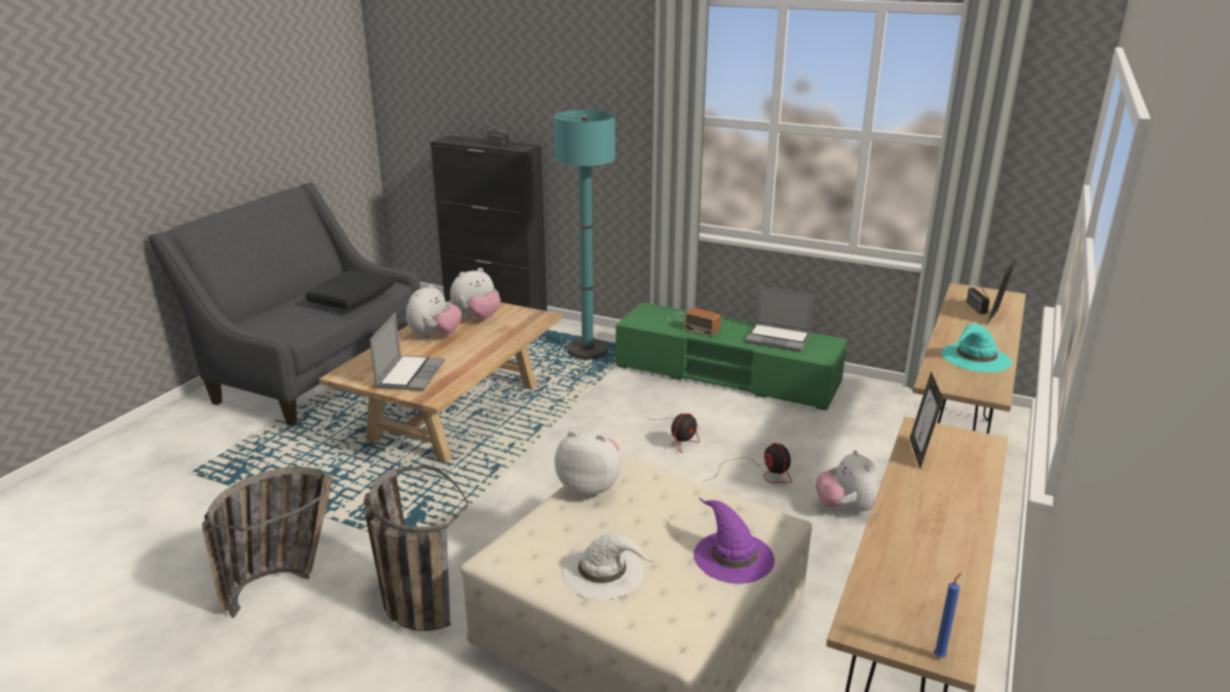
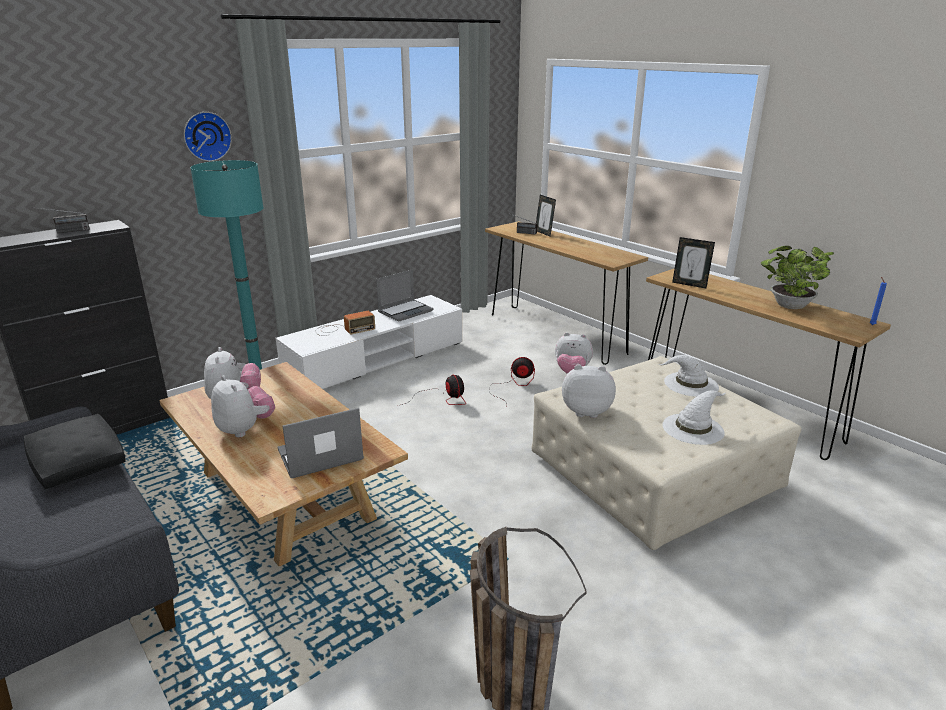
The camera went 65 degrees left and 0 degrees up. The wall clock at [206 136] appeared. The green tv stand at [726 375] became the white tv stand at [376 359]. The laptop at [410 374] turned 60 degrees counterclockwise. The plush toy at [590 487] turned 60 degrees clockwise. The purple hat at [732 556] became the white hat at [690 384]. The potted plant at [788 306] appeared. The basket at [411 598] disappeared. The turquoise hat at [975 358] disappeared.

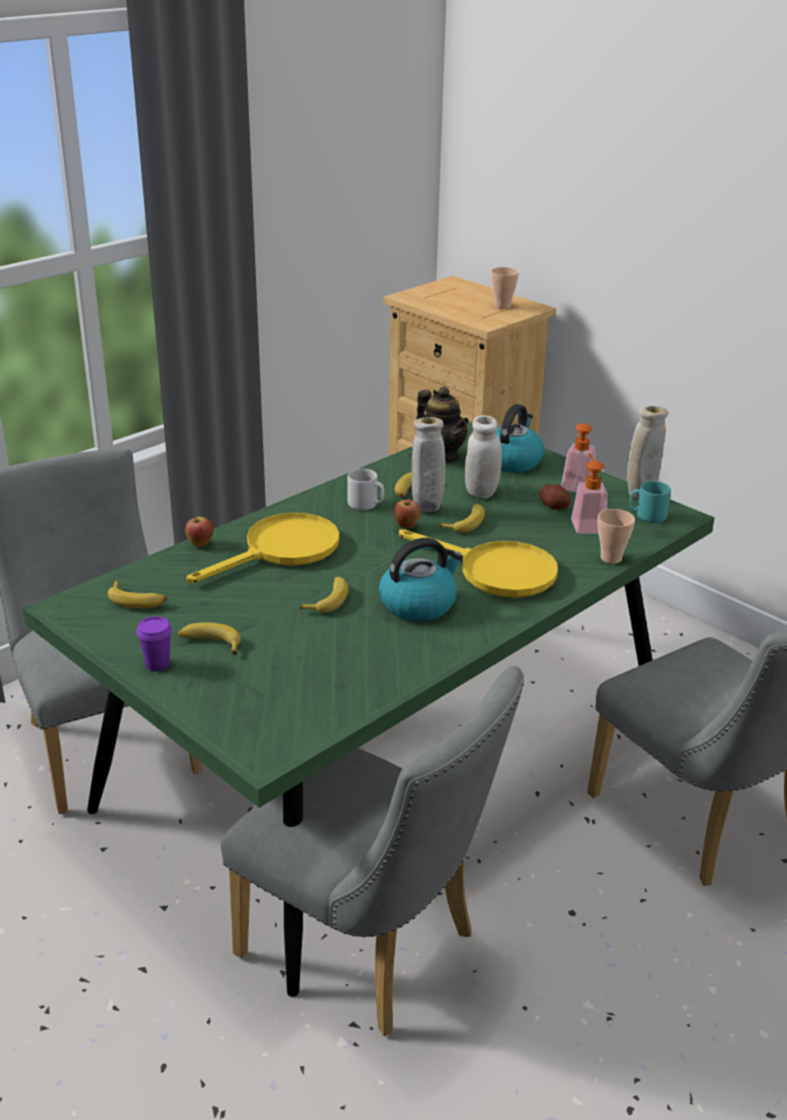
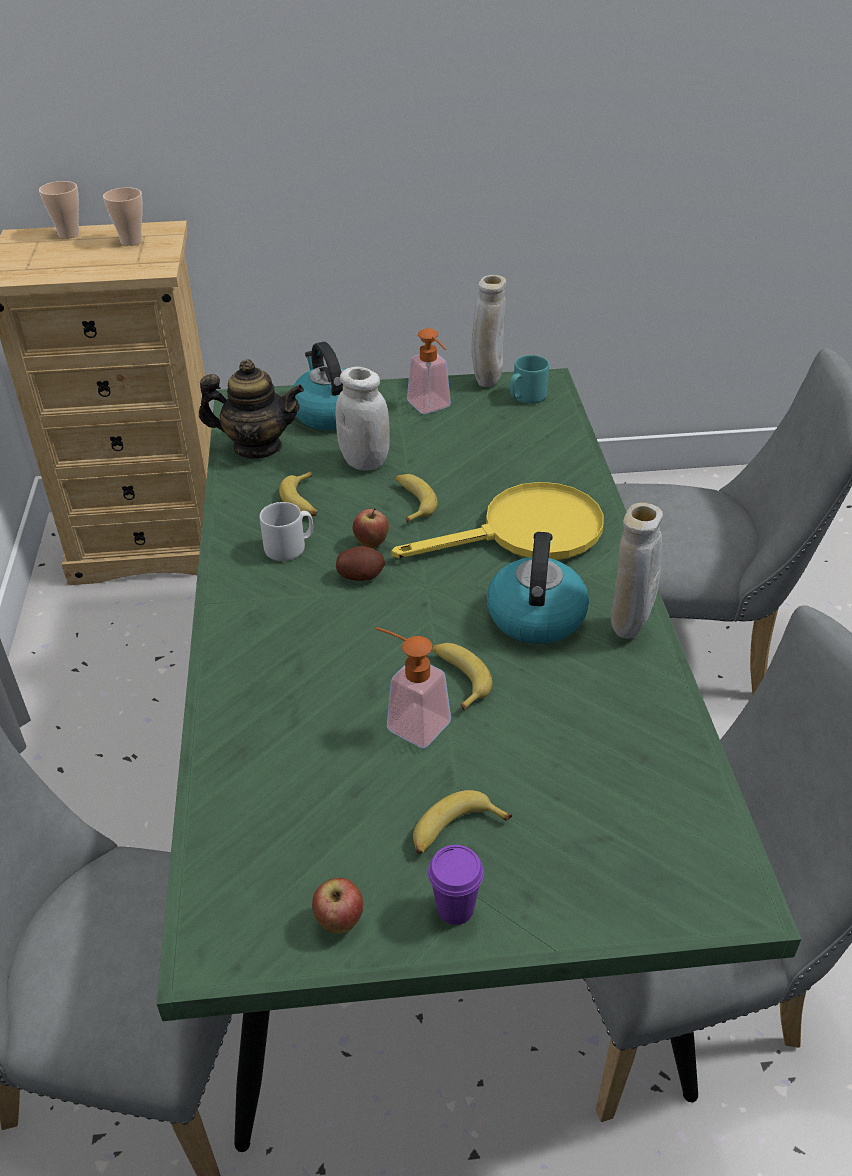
The camera went 50 degrees left and 10 degrees up. The cup moved from [611 558] to [69 234]. The apple moved from [200 544] to [339 922]. The potato moved from [554 506] to [361 575]. The soap dispenser moved from [586 524] to [409 721]. The beige vase moved from [427 510] to [629 630]. The banana at [137 600] disappeared. The yellow frying pan at [282 550] disappeared.

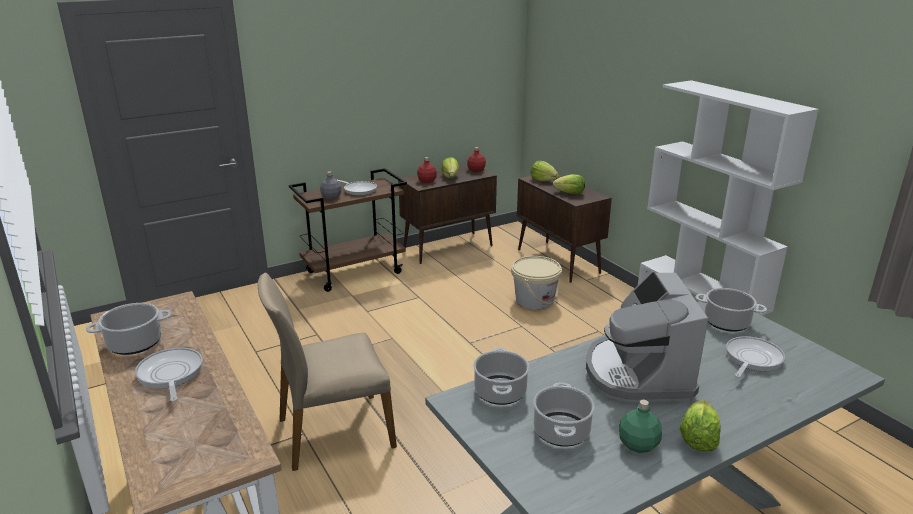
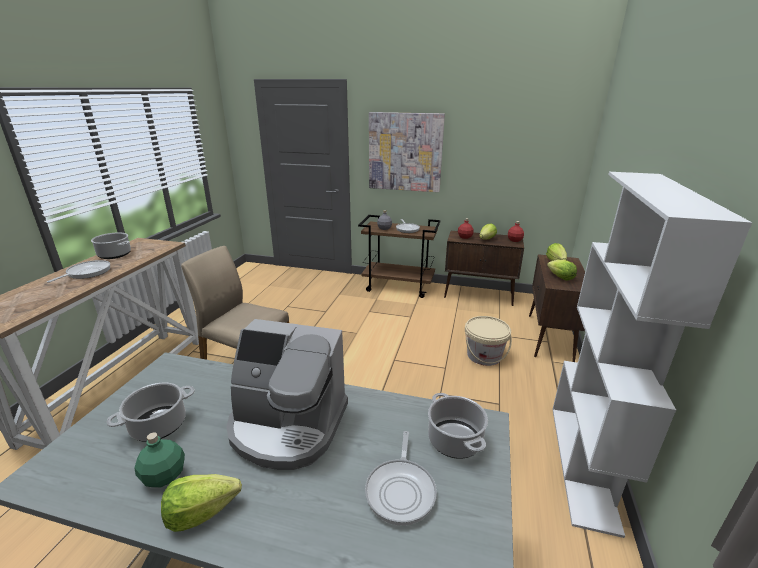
The camera went 45 degrees right and 0 degrees up. The coffee machine at [637 374] turned 120 degrees counterclockwise. The frying pan at [752 359] turned 105 degrees clockwise. The picture at [405 152] appeared. The cooking pot at [500 391] disappeared.

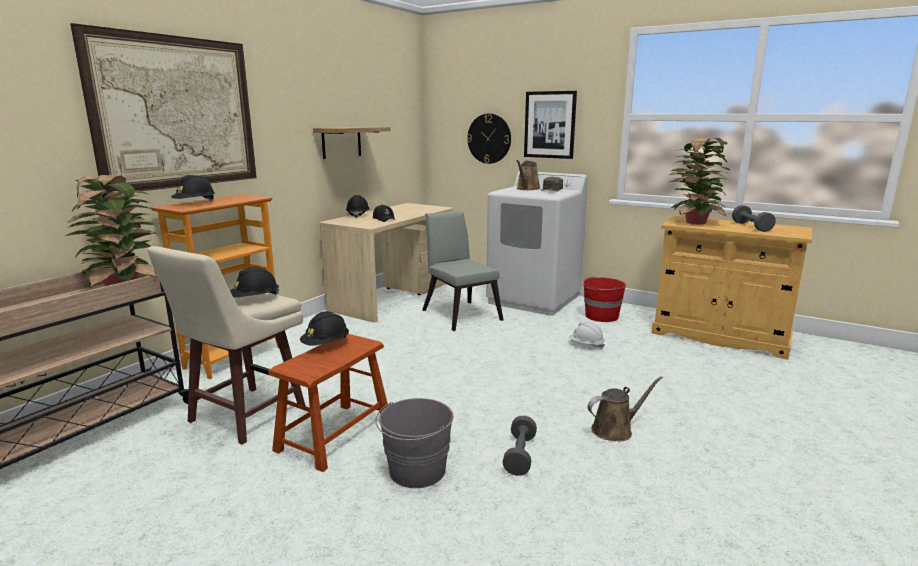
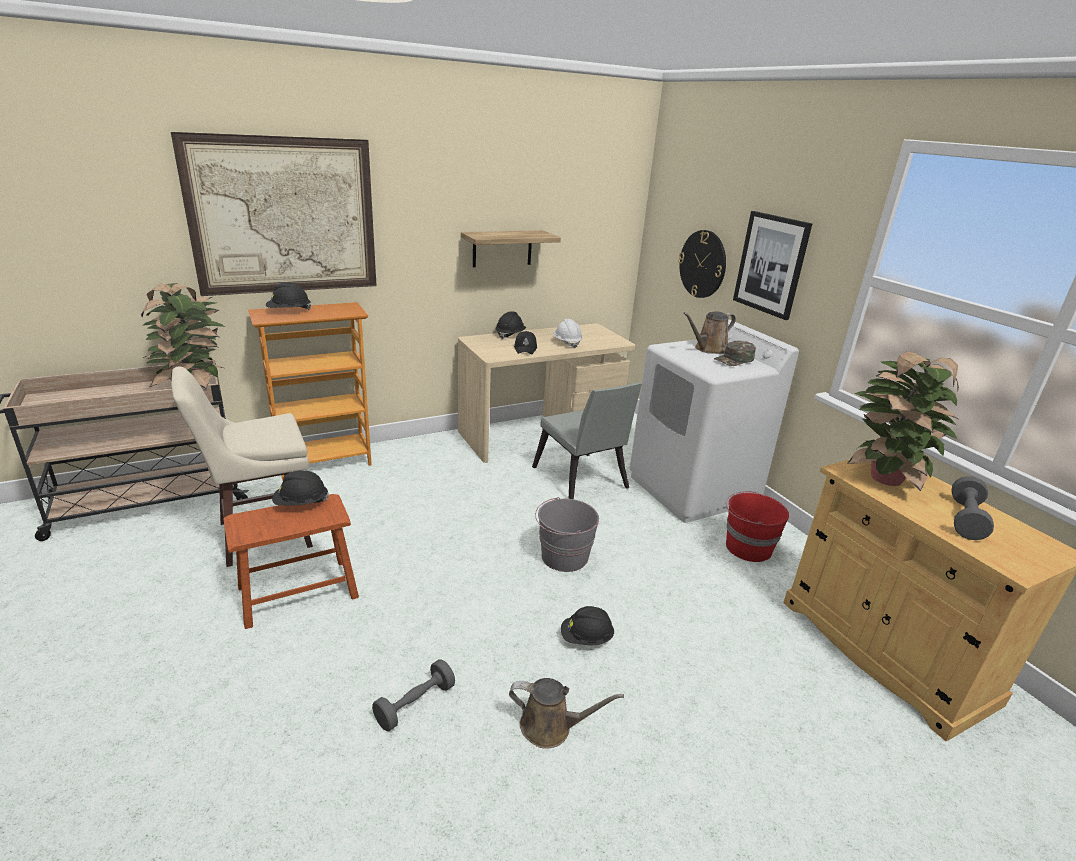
The camera went 30 degrees right and 10 degrees up. The grey chair at [460 313] turned 150 degrees clockwise. The grey bucket moved from [416 471] to [563 557]. The white hard hat moved from [586 345] to [567 343]. The black hard hat moved from [255 299] to [586 638].

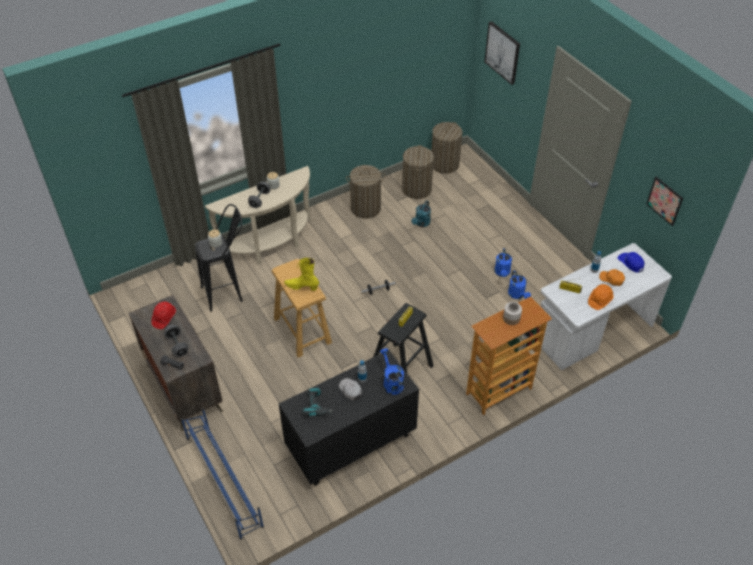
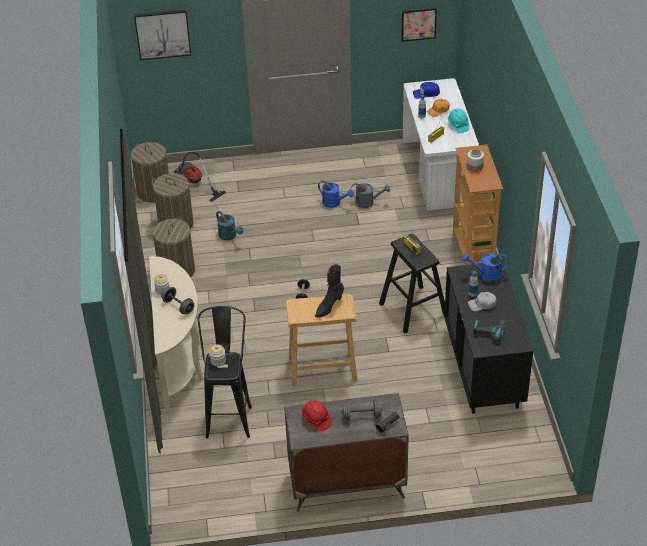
The camera went 65 degrees left and 5 degrees down. The vacuum cleaner at [194 183] appeared. The yellow boot at [302 286] became the black boot at [329 306]. The blue watering can at [517 295] became the grey watering can at [368 202]. The orange hard hat at [599 300] became the turquoise hard hat at [458 125]. The blue shoe rack at [224 480] disappeared.

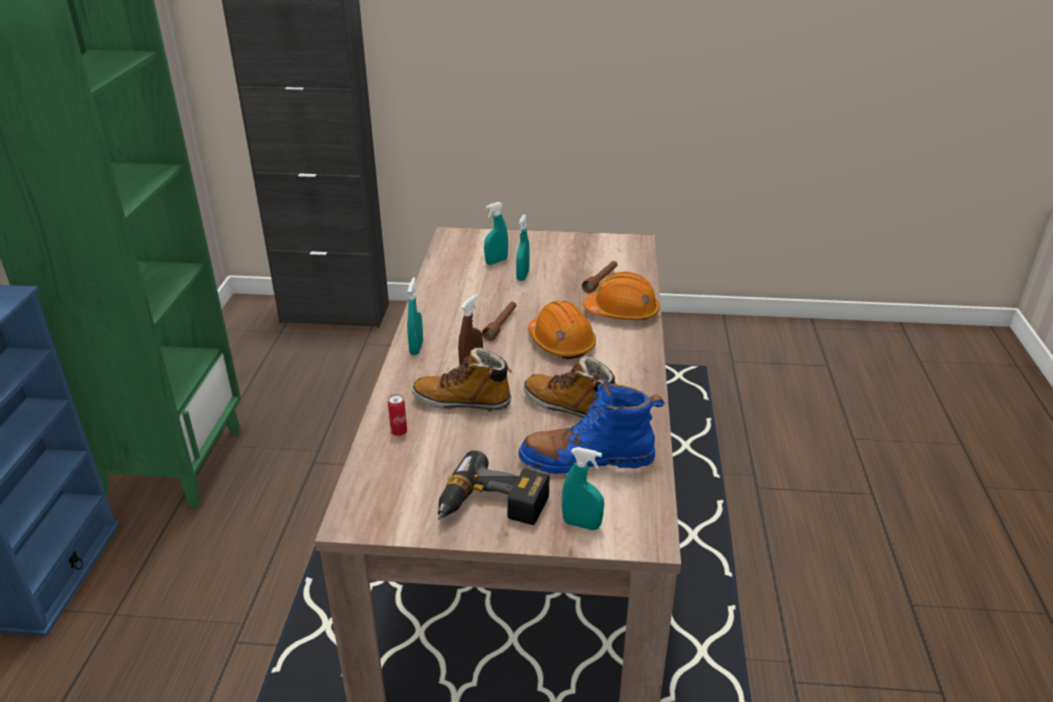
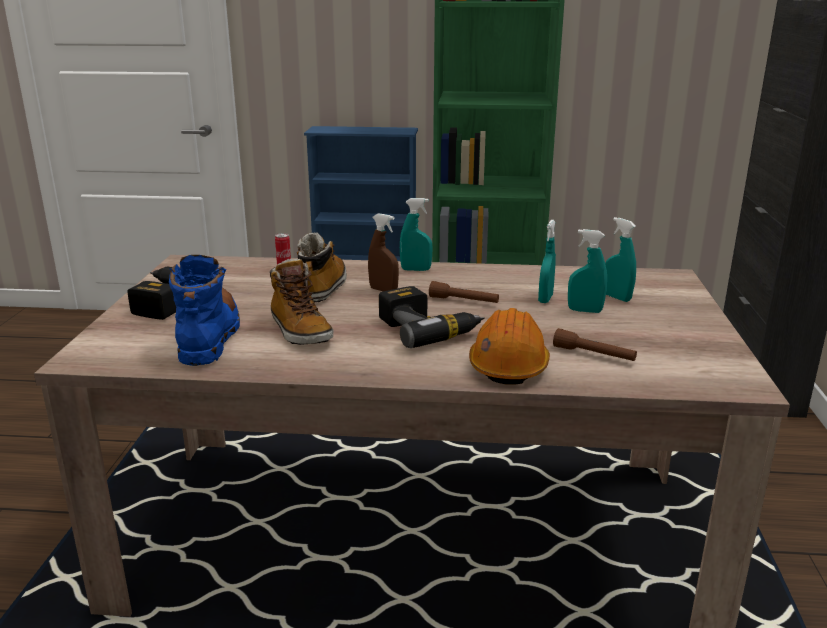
The camera went 90 degrees right and 10 degrees down. The boot at [570 407] turned 120 degrees clockwise. The orange hard hat at [561 343] was replaced by the power drill at [428 329]. The turquoise spray bottle moved from [581 524] to [545 299].

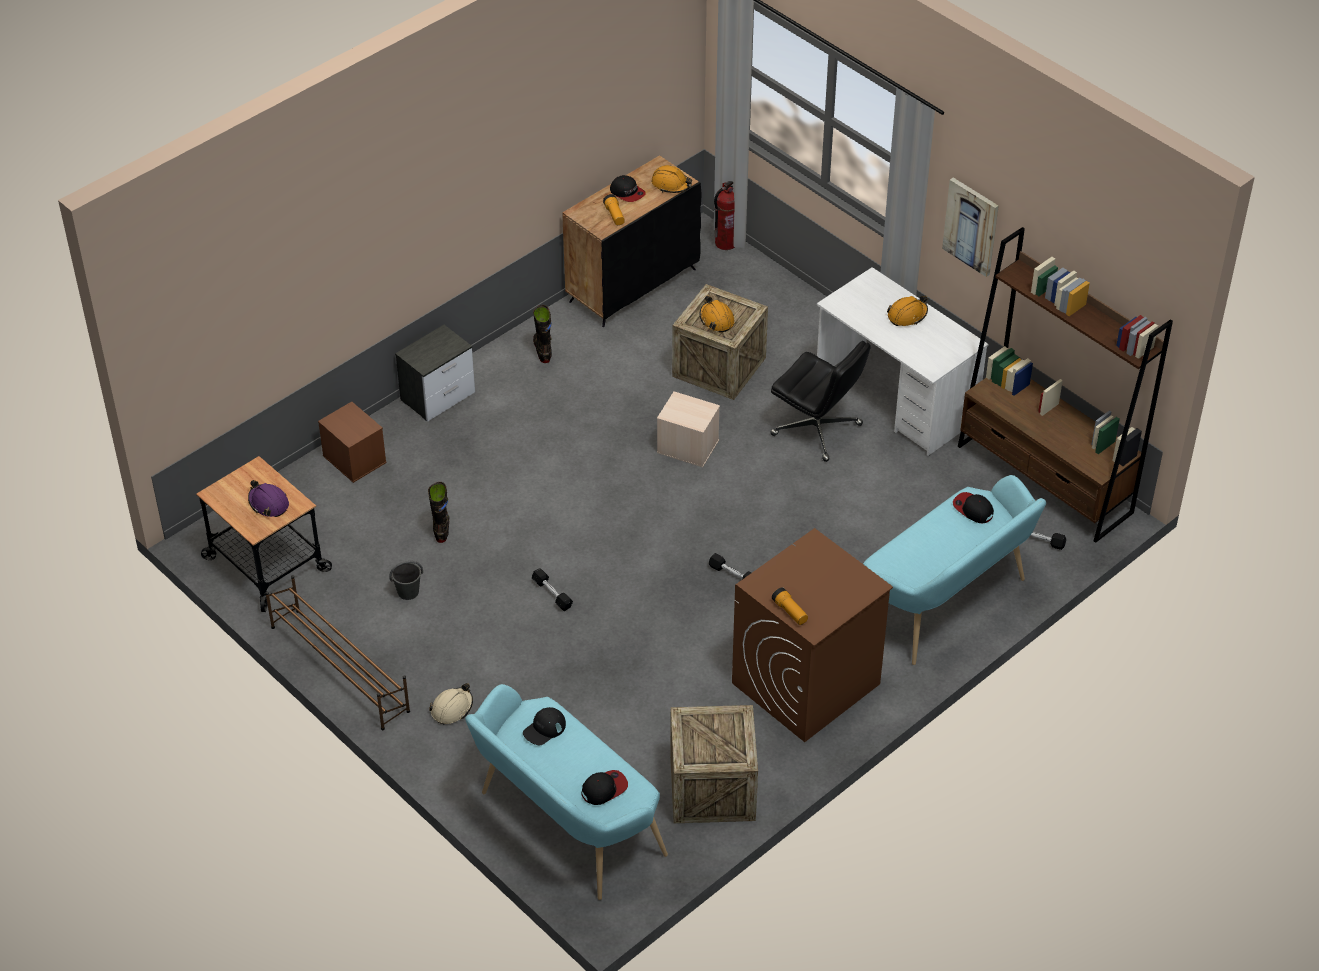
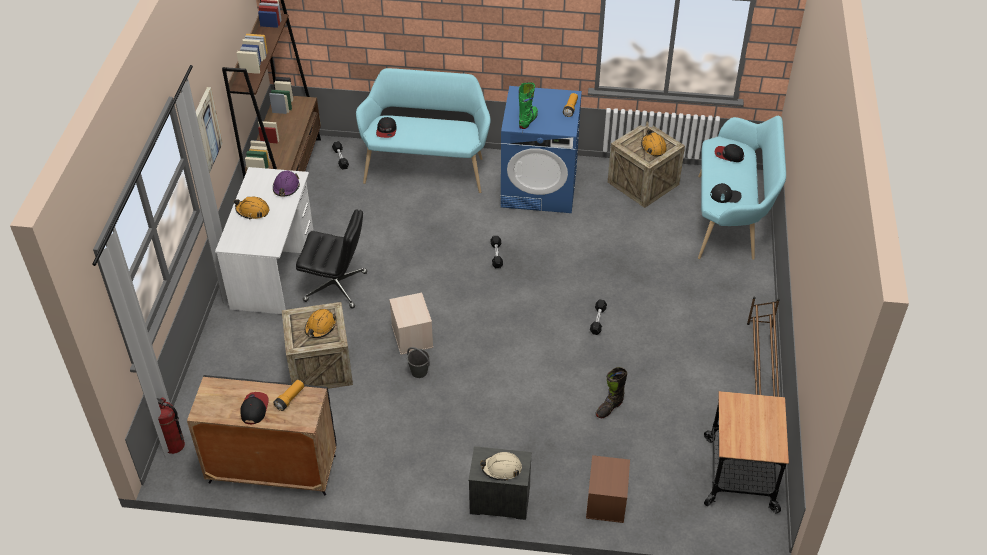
The camera went 130 degrees left and 0 degrees up. The purple hard hat moved from [268 503] to [286 187]. The black office chair at [817 430] turned 105 degrees clockwise. The grey bucket moved from [407 592] to [419 372]. The beige hard hat moved from [452 708] to [501 469]. The brown washing machine at [805 684] became the blue washing machine at [539 188]. The green boot at [528 120] appeared. The orange hard hat moved from [671 184] to [653 147]. The black boot at [542 350] disappeared.

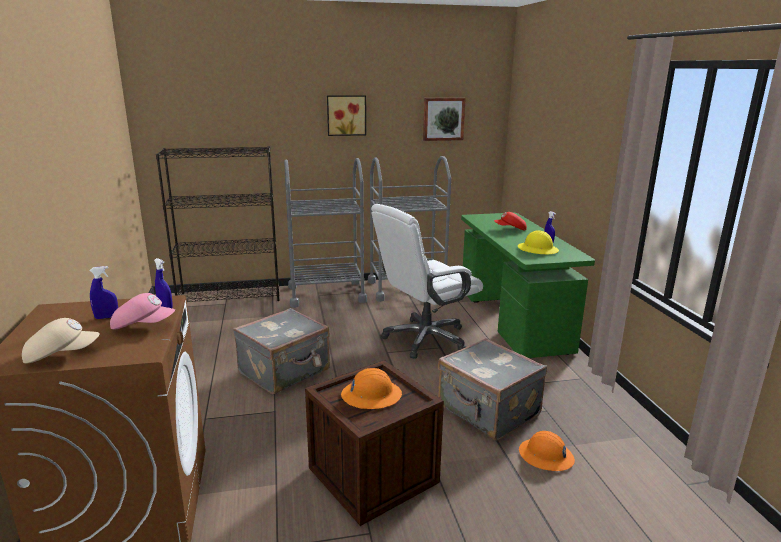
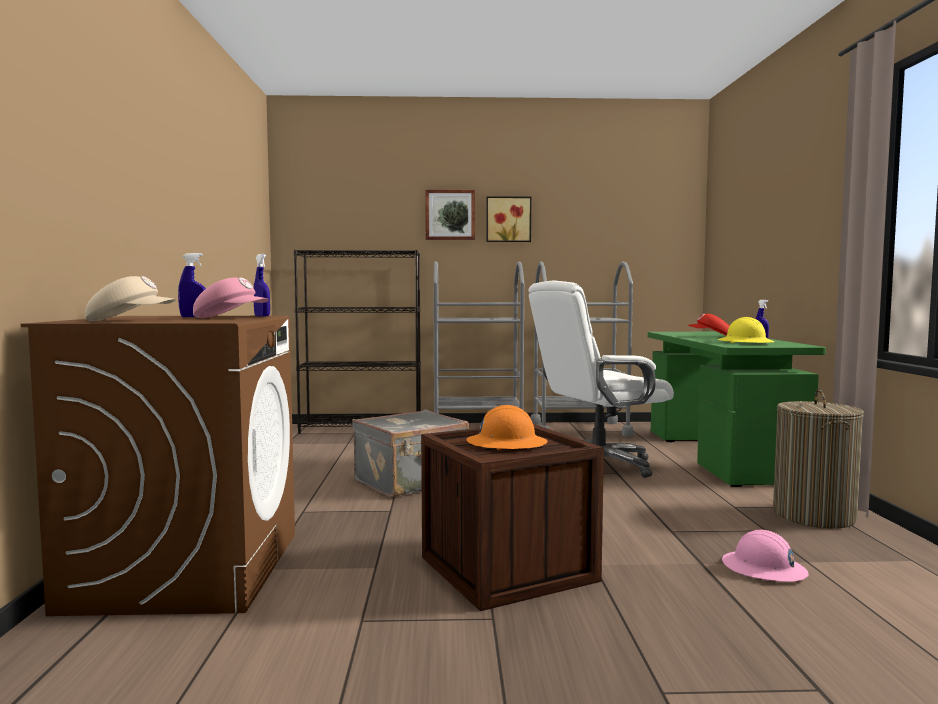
The camera went 10 degrees right and 15 degrees down. The picture moved from [443 119] to [450 215]. The orange hard hat at [546 456] became the pink hard hat at [763 569]. The laundry basket at [814 515] appeared. The grey suitcase at [487 411] disappeared.

